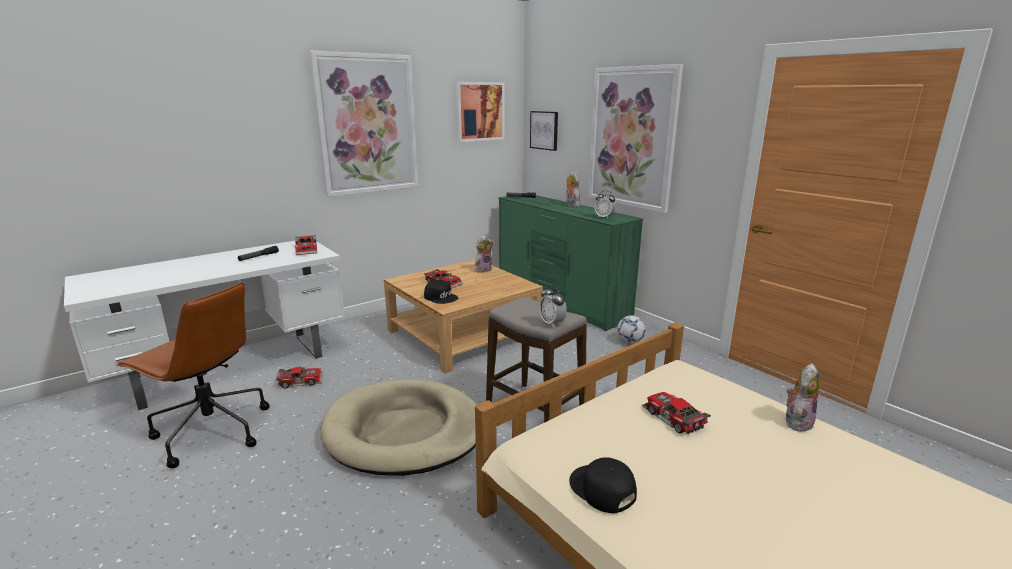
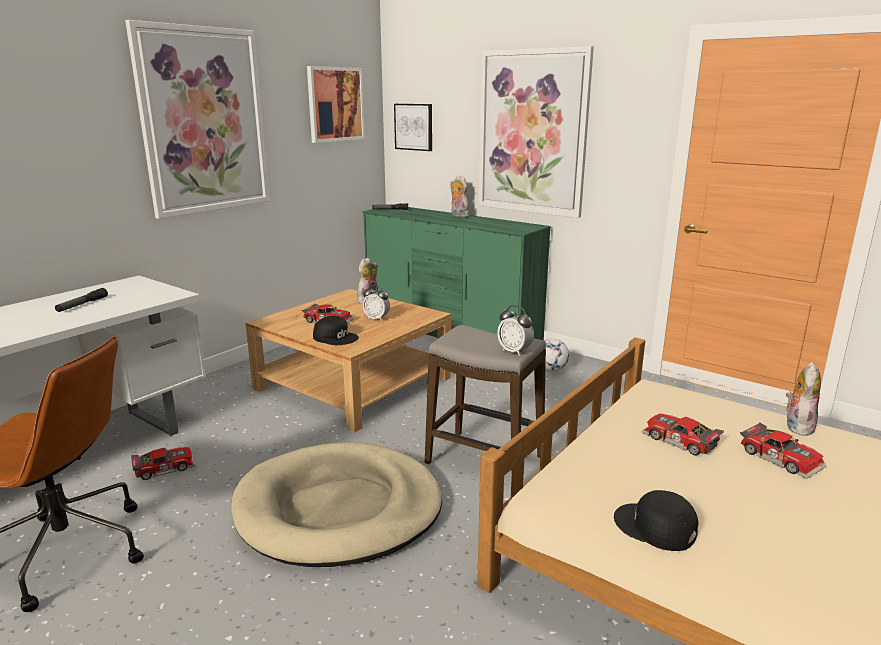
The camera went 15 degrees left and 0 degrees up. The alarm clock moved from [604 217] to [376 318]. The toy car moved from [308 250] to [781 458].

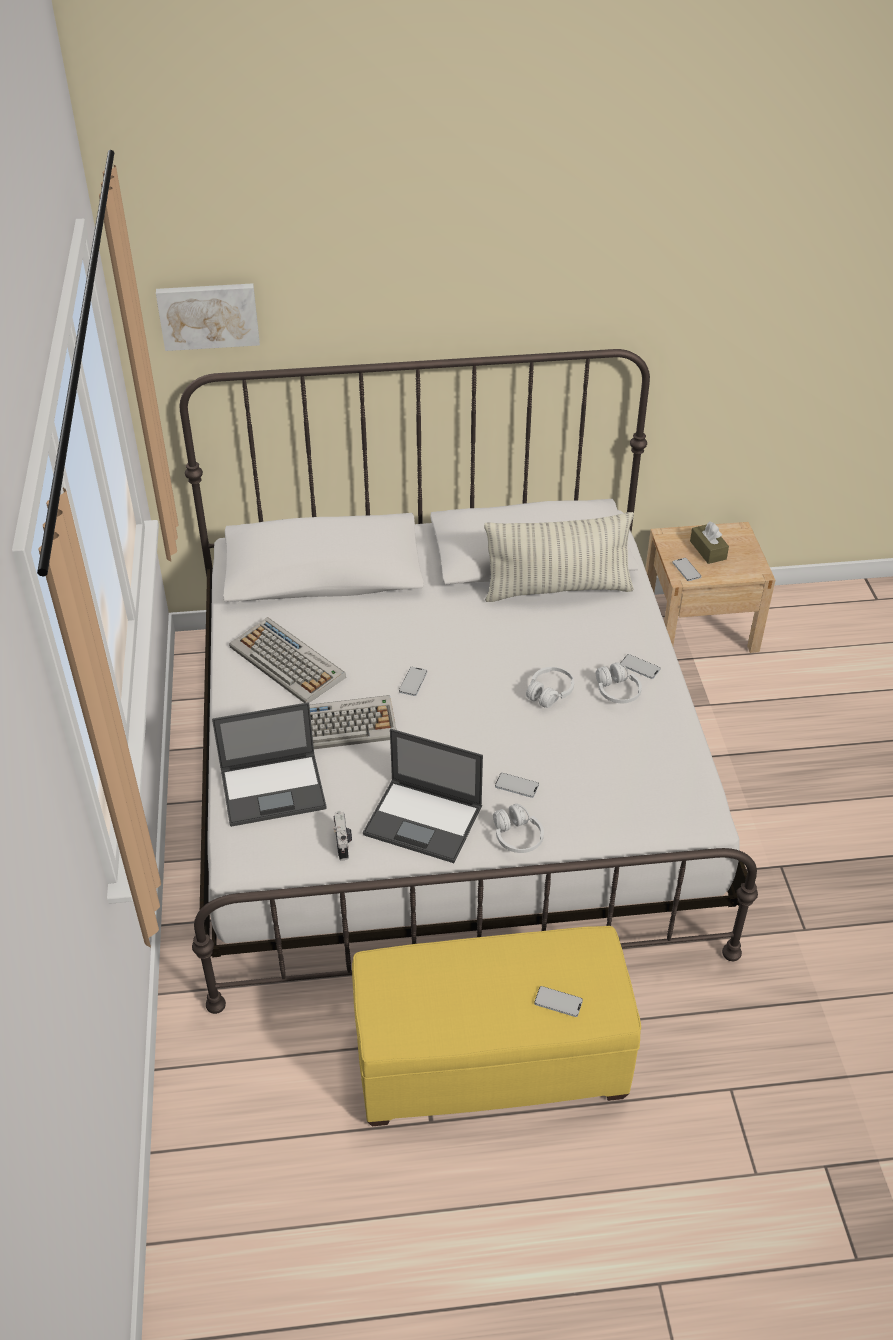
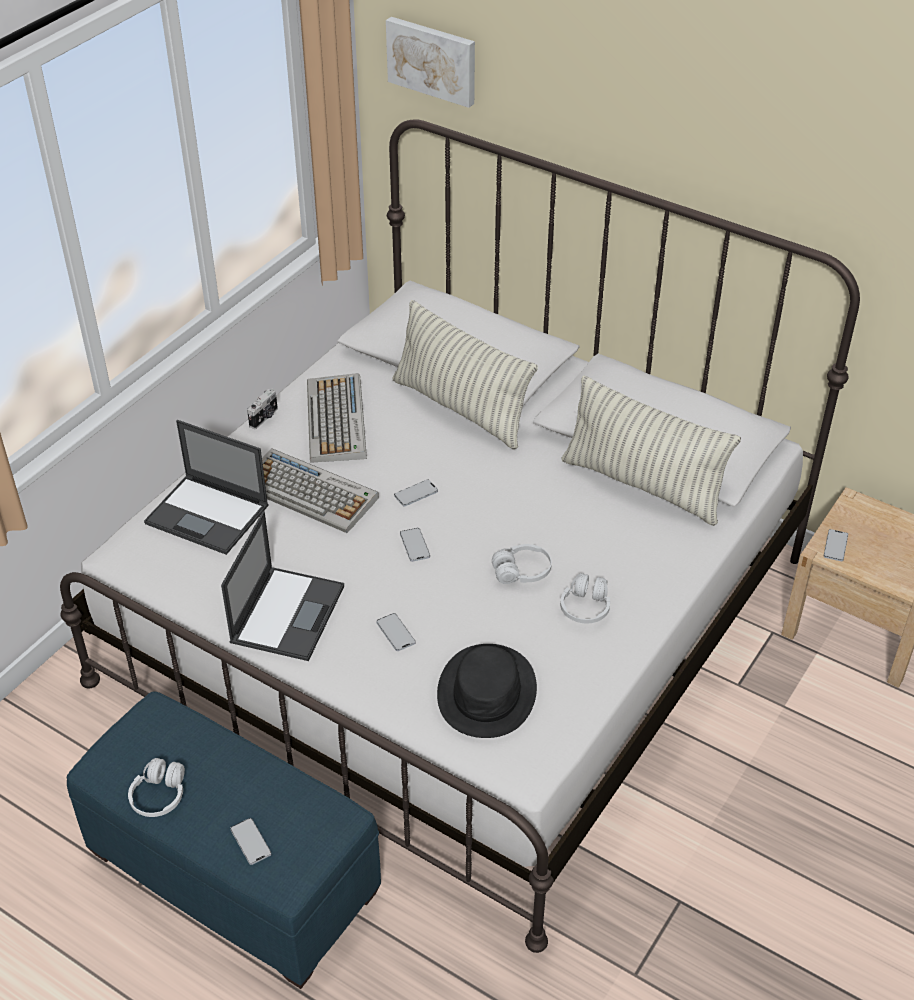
The camera went 40 degrees right and 0 degrees up. The yellow ottoman at [491 1059] became the blue ottoman at [235 873]. The white headphones moved from [517 836] to [159 795]. The laptop at [424 821] turned 135 degrees counterclockwise. The photo camera moved from [343 843] to [264 418]. The pillow at [461 408] appeared. The phone moved from [640 667] to [414 545]. The black hat at [487 692] appeared. The brown tissue box at [708 550] disappeared.

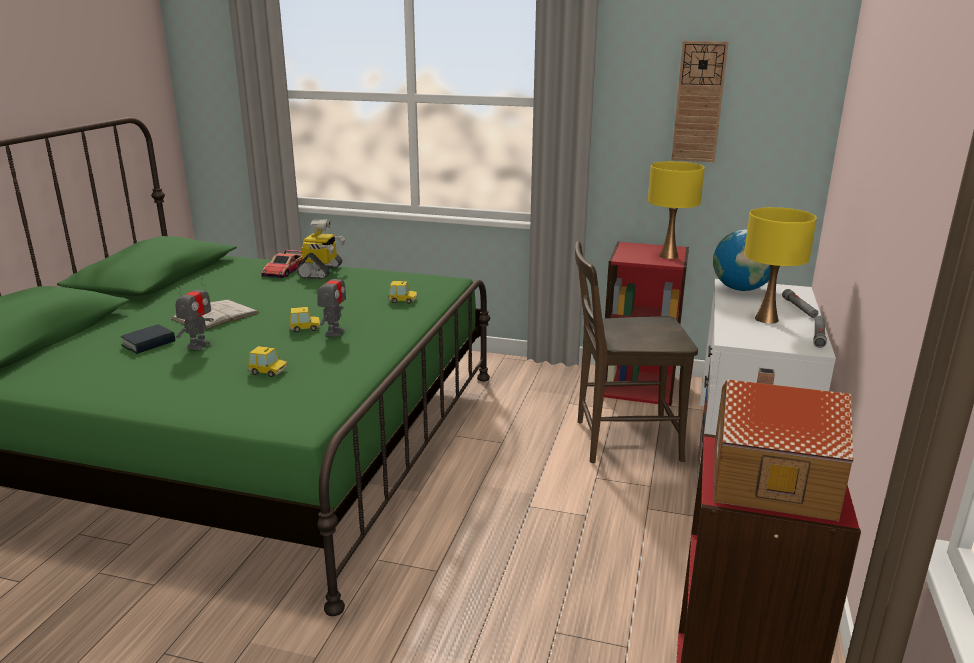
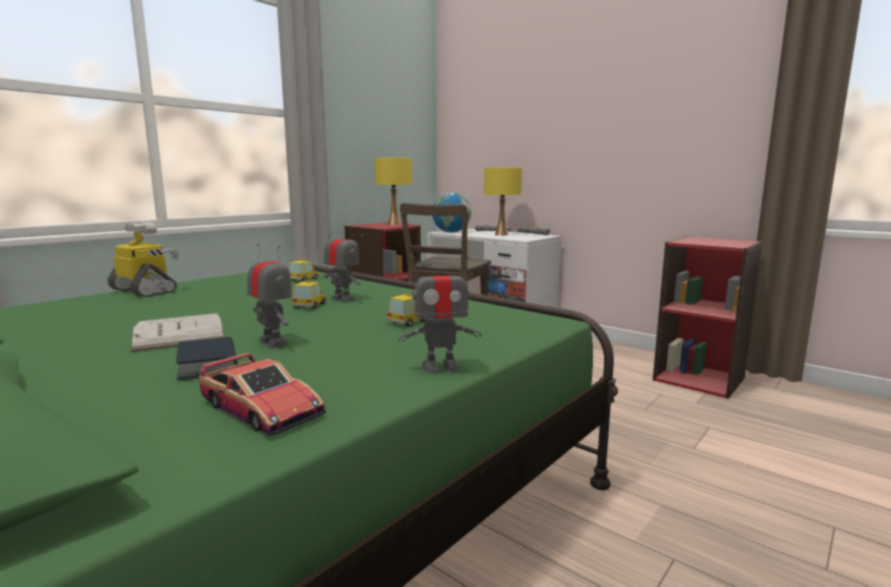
The camera went 65 degrees left and 10 degrees down. The toy car moved from [284 271] to [262 409]. The toy robot at [440 367] appeared. The wall clock at [699 102] disappeared. The toy house at [769 477] disappeared.

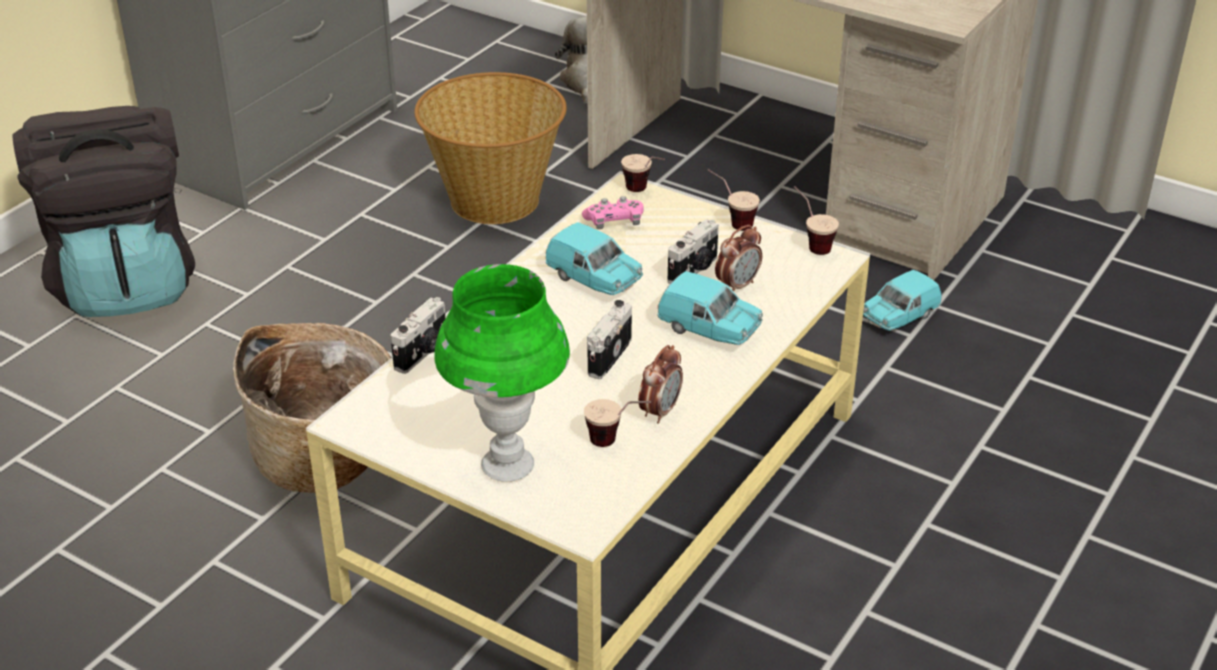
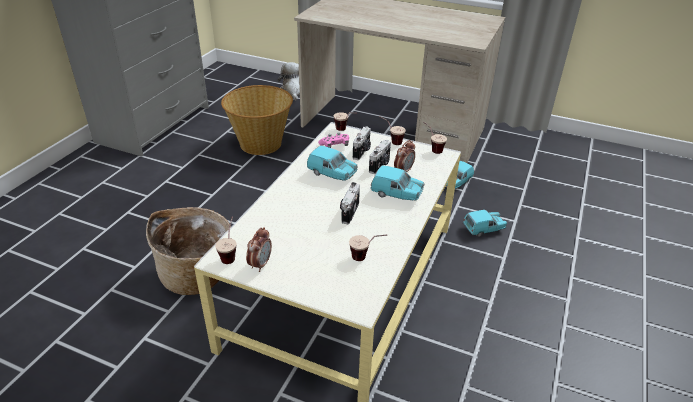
The camera went 10 degrees left and 0 degrees up. The cup at [230 254] appeared. The alarm clock moved from [660 411] to [260 264]. The photo camera moved from [423 353] to [362 151]. The turquoise toy car at [483 229] appeared. The black backpack at [126 282] disappeared. The green table lamp at [507 465] disappeared.

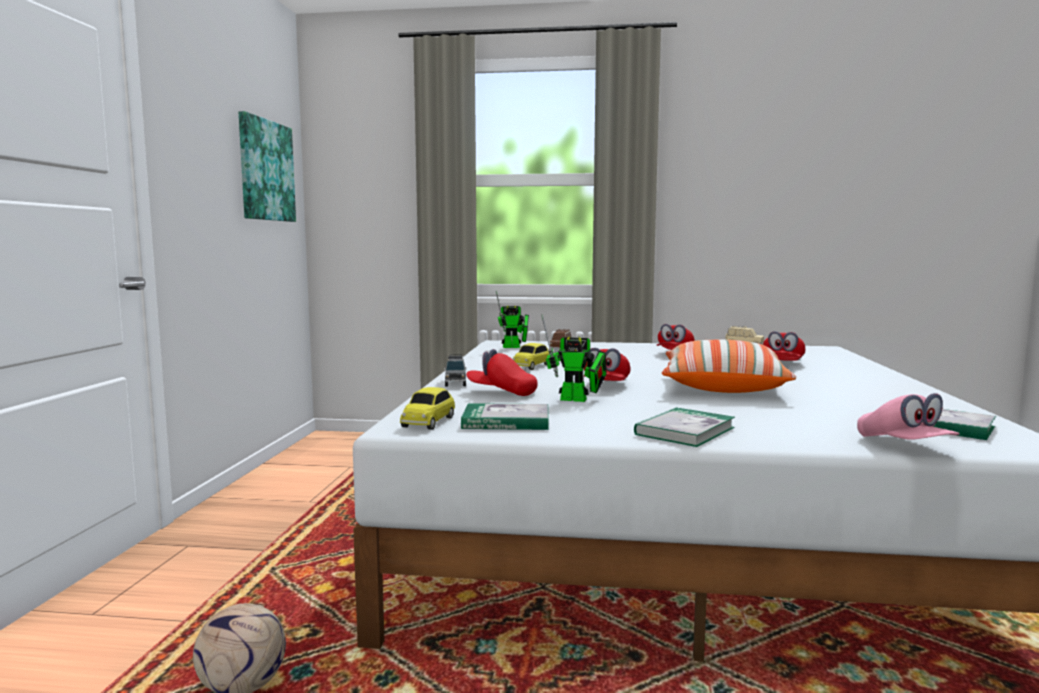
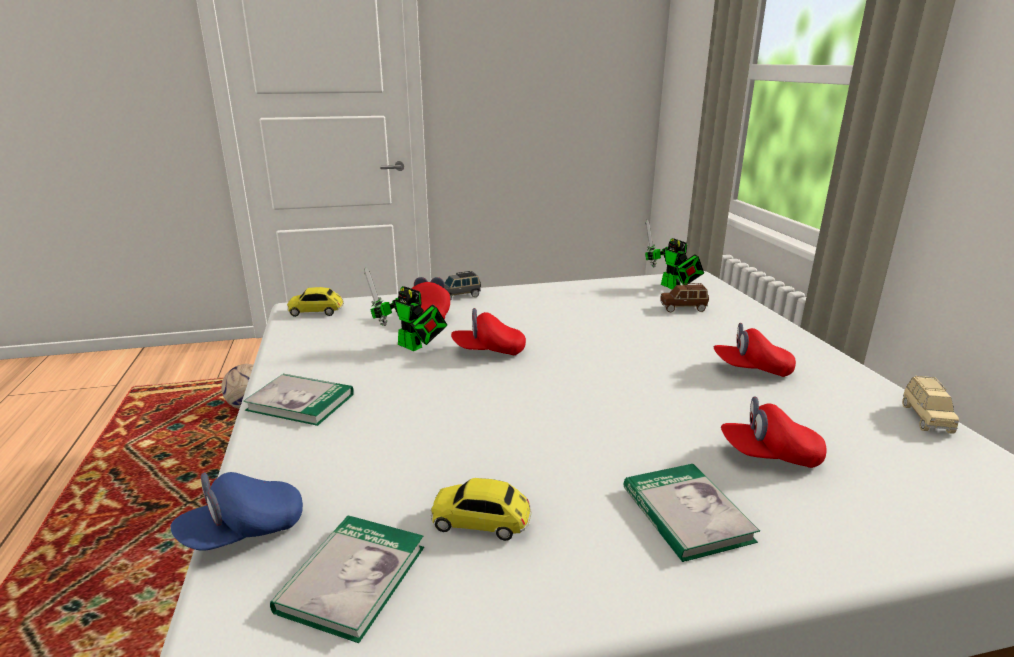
The camera went 70 degrees right and 15 degrees up. The pink cap at [904 446] became the blue cap at [243 532]. The toy robot at [578 400] turned 45 degrees counterclockwise. The toy car moved from [532 366] to [481 522]. The book moved from [506 421] to [686 514]. The picture at [265 170] disappeared. The pillow at [722 387] disappeared.

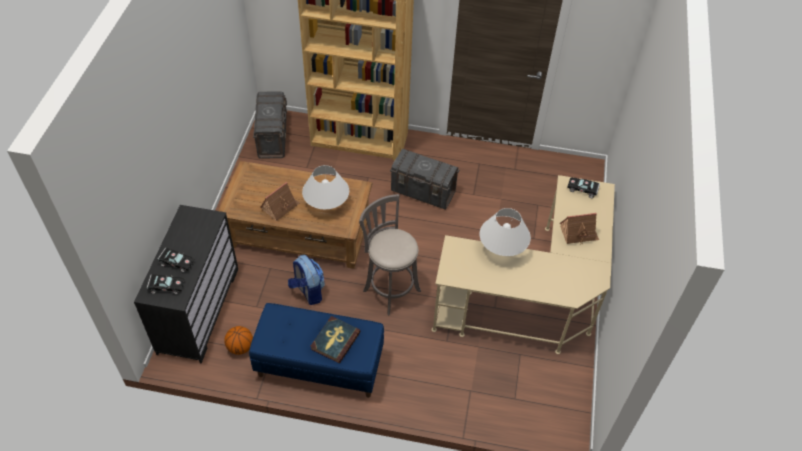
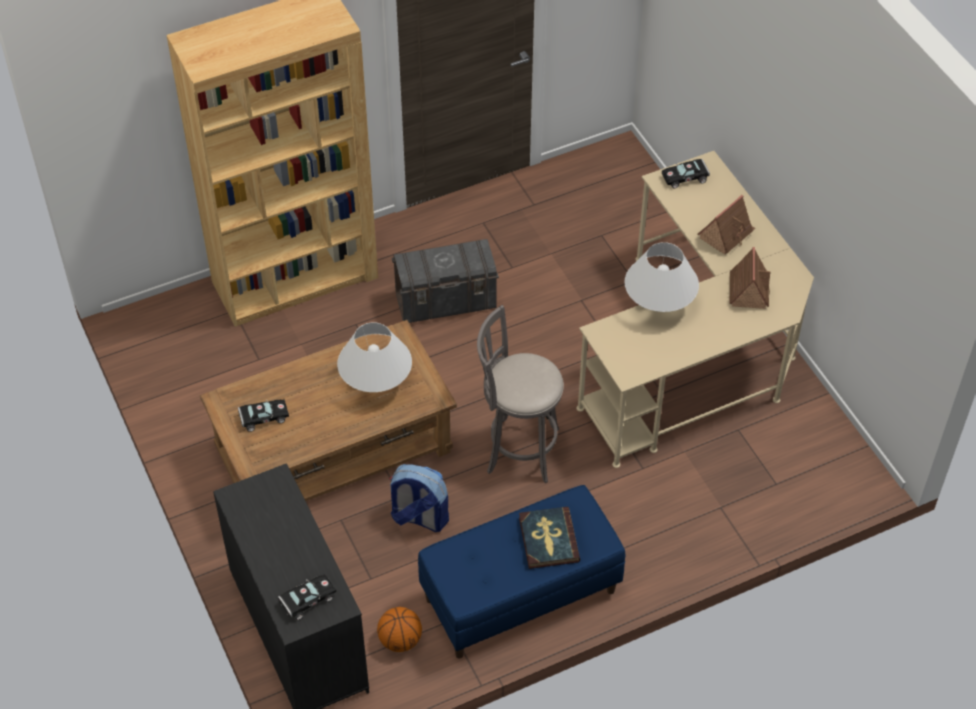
The camera went 35 degrees left and 0 degrees up. The black toy car moved from [176 262] to [262 418]. The toy house moved from [280 207] to [748 290]. The grey storage box at [272 137] disappeared.

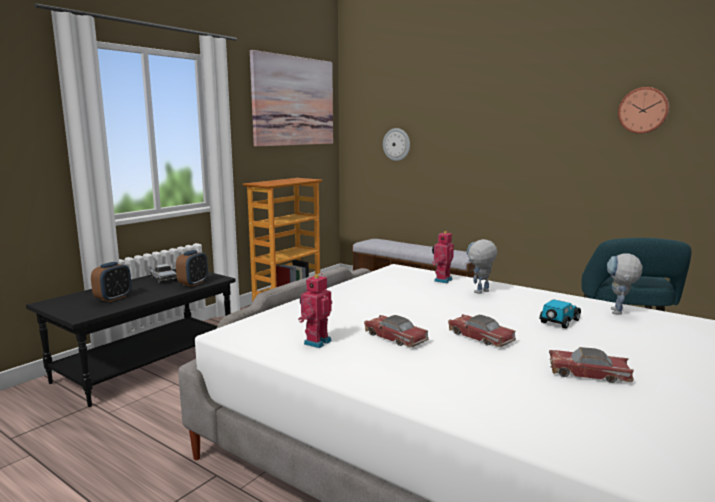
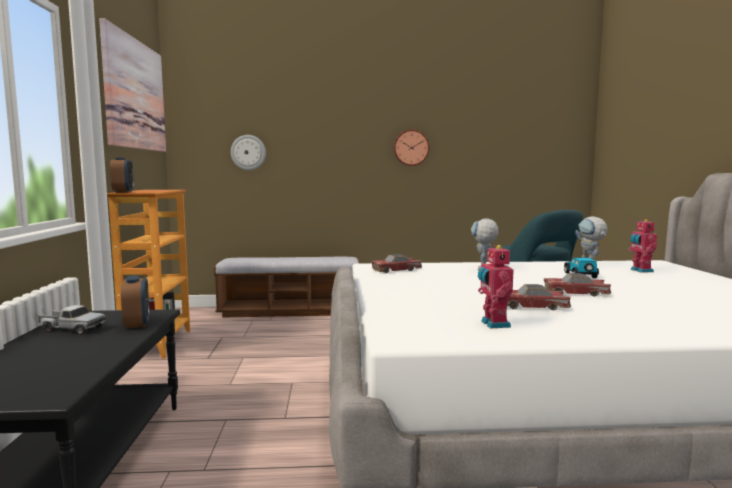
The camera went 40 degrees left and 5 degrees down. The alarm clock moved from [113 298] to [123 192]. The toy car moved from [588 374] to [396 270]. The wall clock moved from [643 110] to [411 148]. The toy robot moved from [442 280] to [640 270].

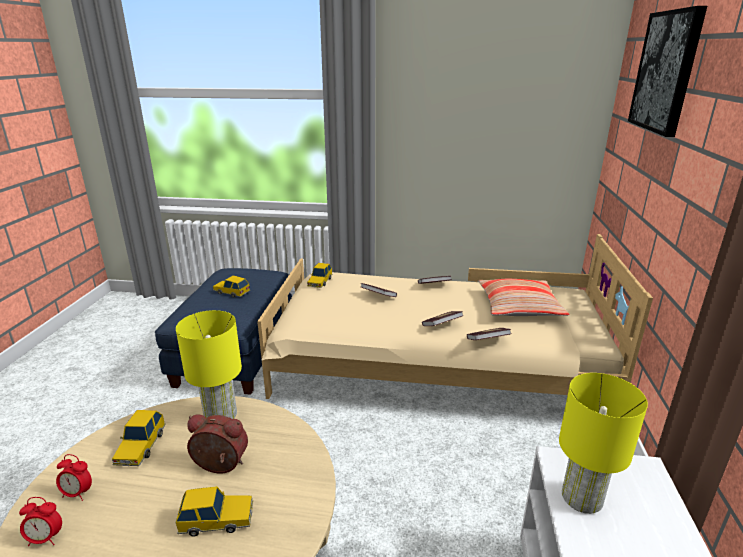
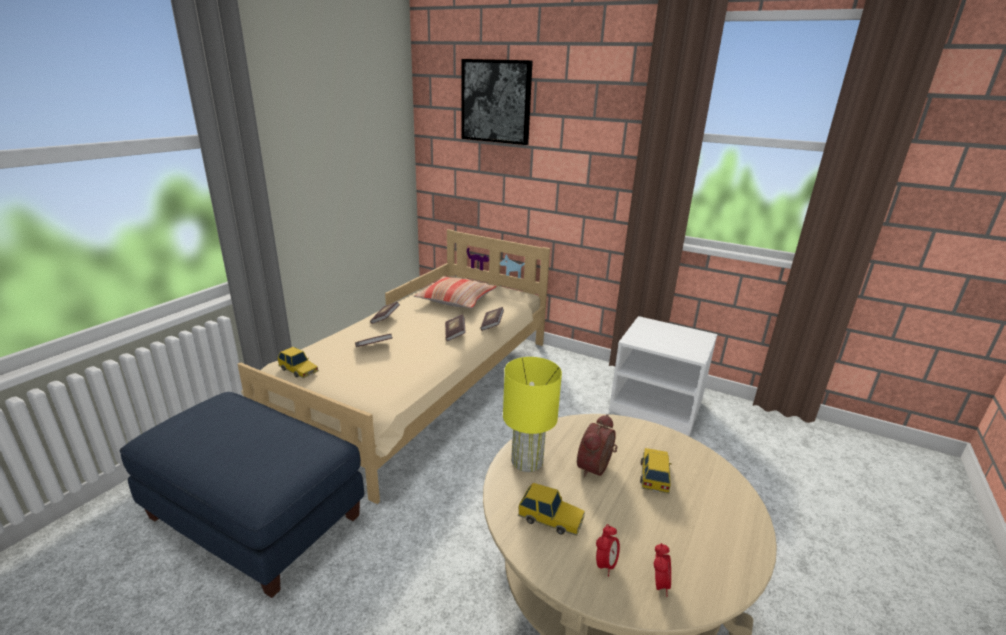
The camera went 70 degrees left and 0 degrees up. The toy car at [231 292] disappeared. The yellow table lamp at [581 497] disappeared.

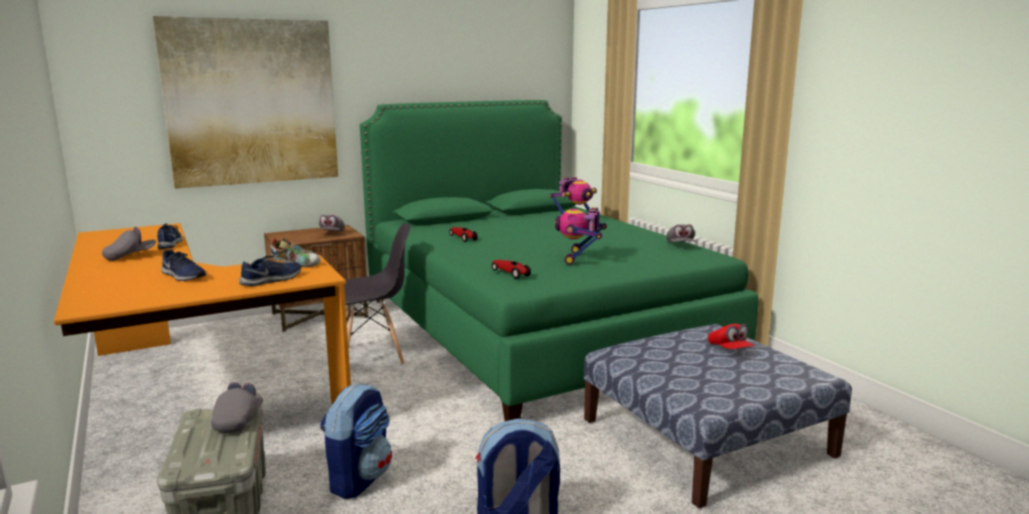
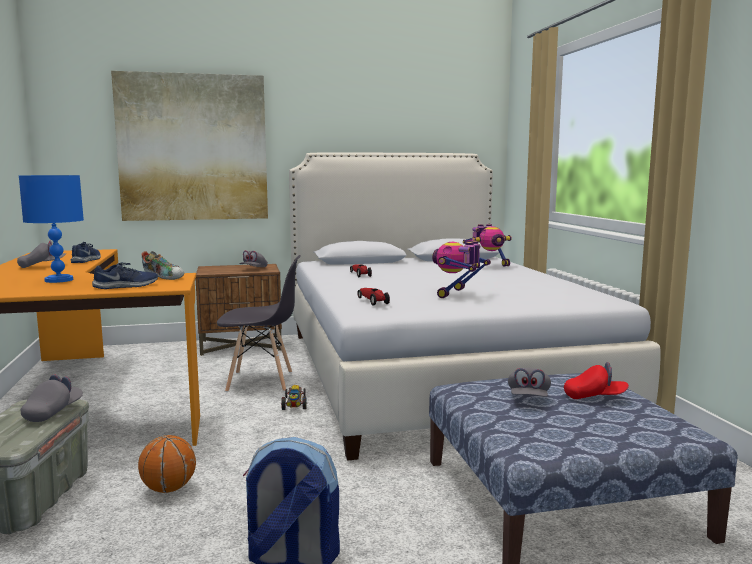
The camera went 15 degrees right and 5 degrees down. The blue shoe at [183 276] was replaced by the blue table lamp at [59 280]. The backpack at [359 479] was replaced by the basketball at [168 489]. The toy car at [294 404] appeared. The green bed at [536 328] became the white bed at [433 372]. The grey cap moved from [680 245] to [528 399]. The red cap at [730 349] turned 75 degrees counterclockwise.

